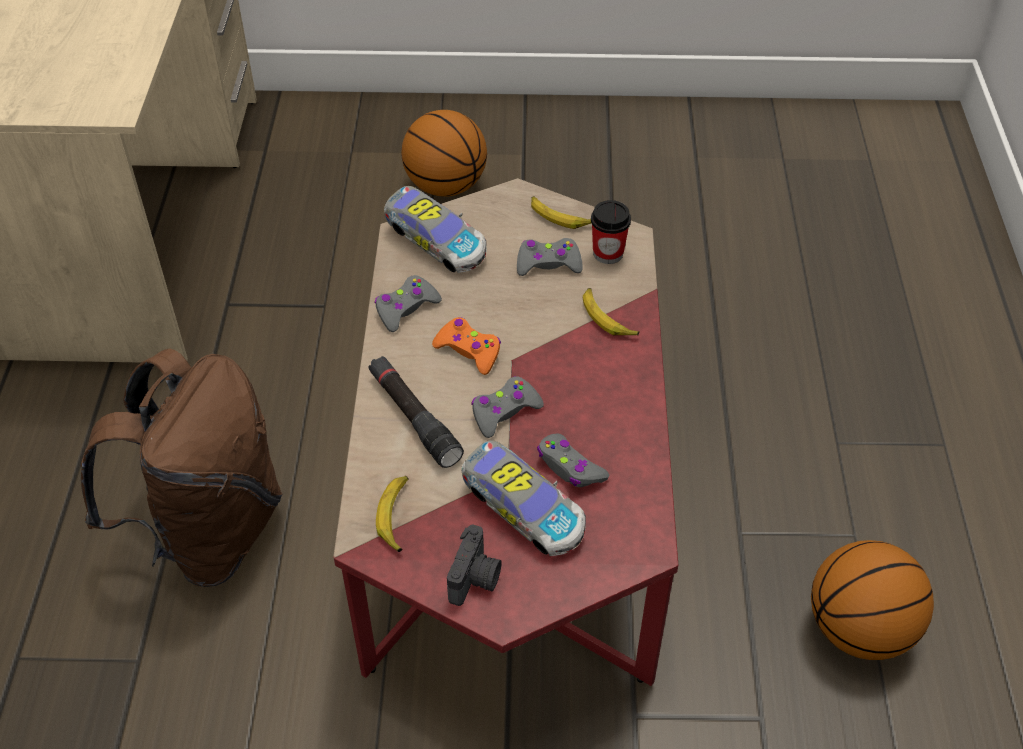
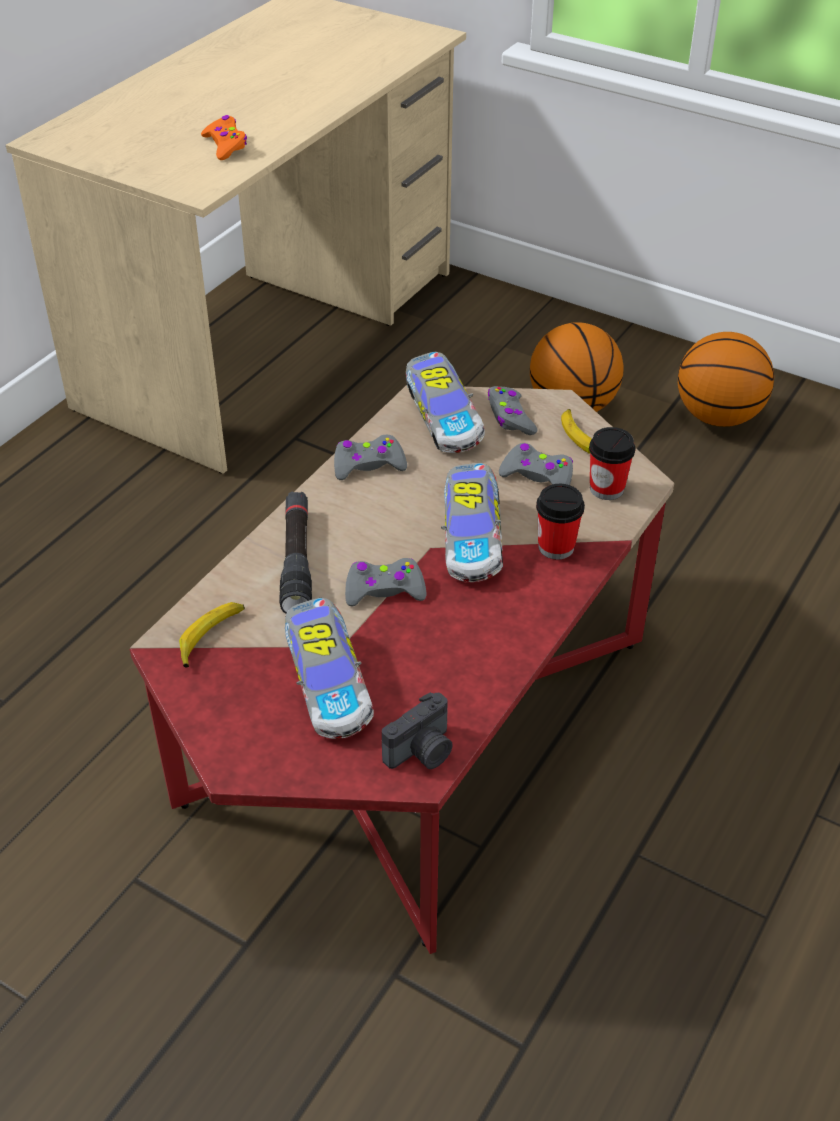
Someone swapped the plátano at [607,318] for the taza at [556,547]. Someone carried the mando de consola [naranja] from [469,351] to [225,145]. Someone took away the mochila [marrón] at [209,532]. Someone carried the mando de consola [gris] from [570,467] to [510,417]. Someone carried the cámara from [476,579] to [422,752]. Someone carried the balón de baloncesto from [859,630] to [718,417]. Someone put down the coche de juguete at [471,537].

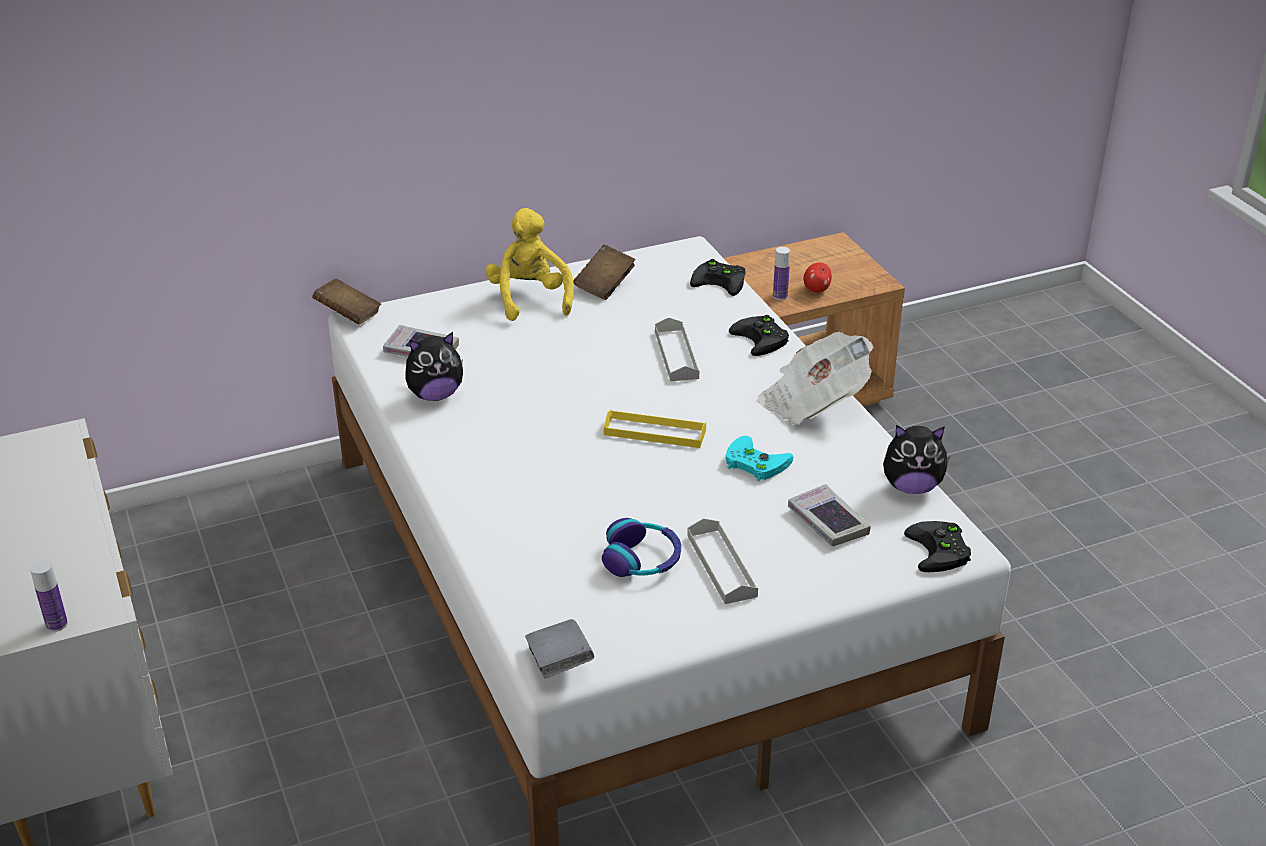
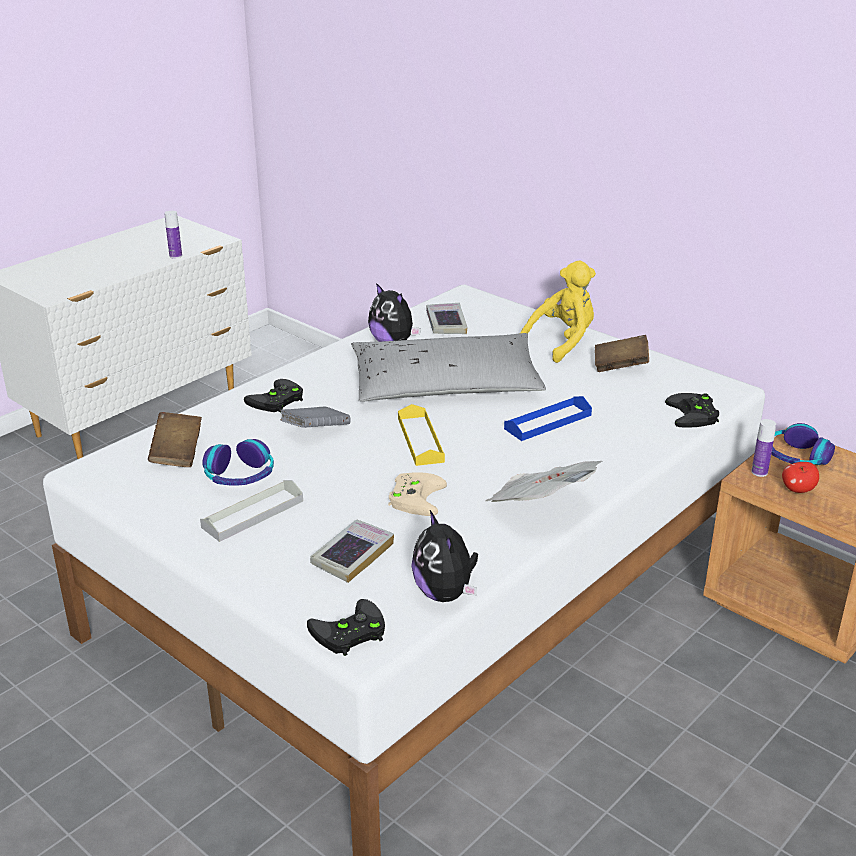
Someone carried the libro [marrón] from [348,315] to [177,453]. Someone carried the mando de consola [negro] from [763,339] to [276,401]. Someone repainted the bandeja [gris] at [676,354], which became the bandeja [azul] at [548,422]. Someone repainted the mando de consola [turquesa] at [753,462], which became the mando de consola [beis] at [415,496]. Someone carried the botella from [56,624] to [175,256]. Someone carried the libro [gris] from [559,663] to [315,431]. Someone put down the cojín [gris] at [446,386]. Someone put down the auriculares at [795,456].

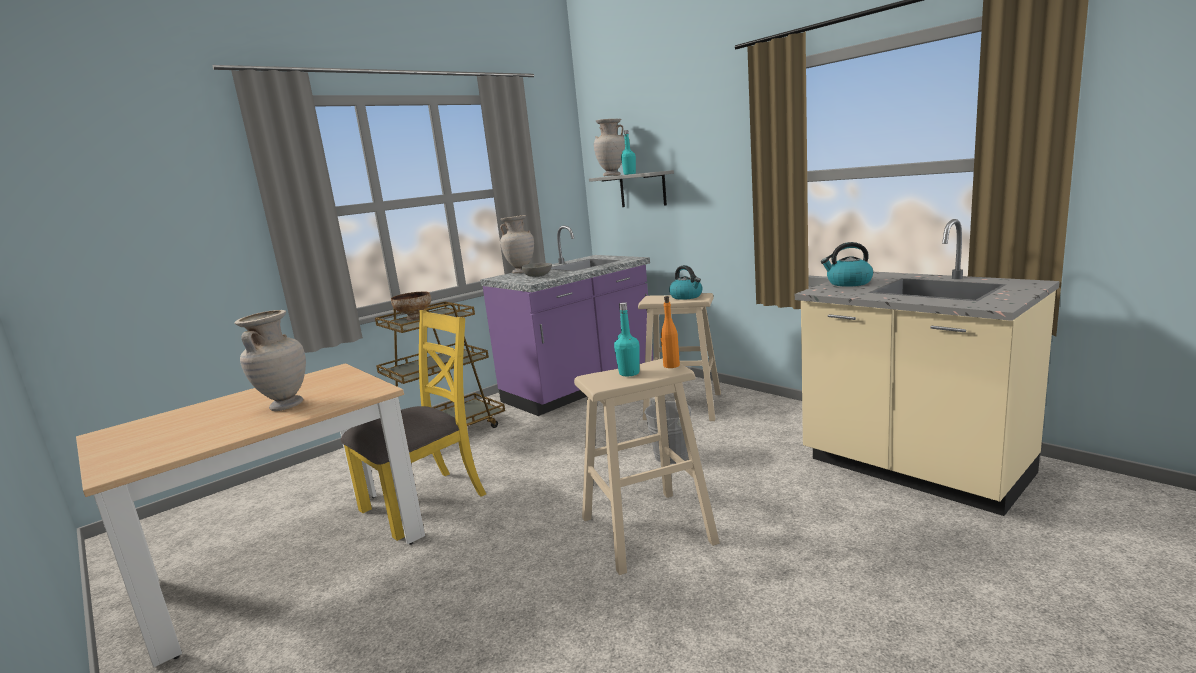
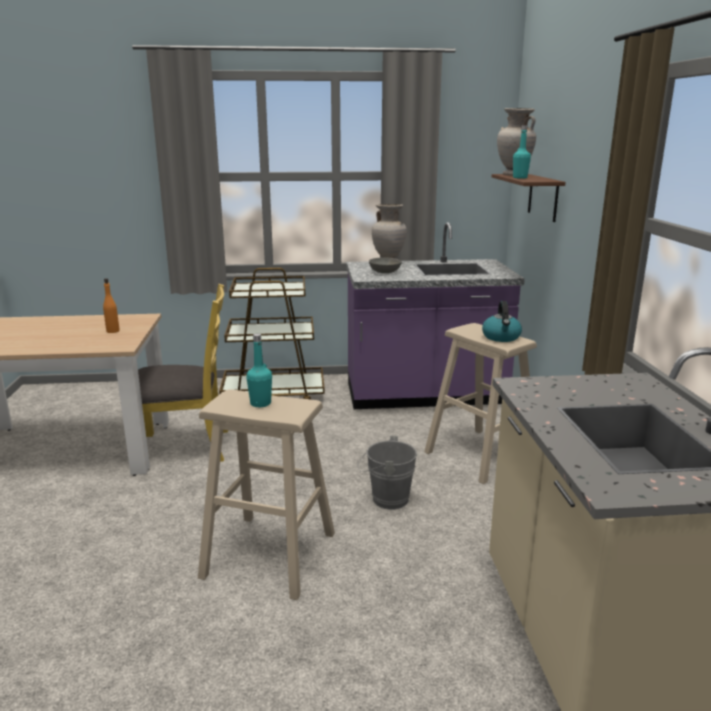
Someone repainted the estante [gris] at [642,189], which became the estante [marrón] at [543,197]. Someone took away the hervidor at [848,283]. Someone took away the cuenco at [415,318]. Someone carried the botella [naranja] from [671,365] to [113,331]. Someone took away the florero [beis] at [285,406].

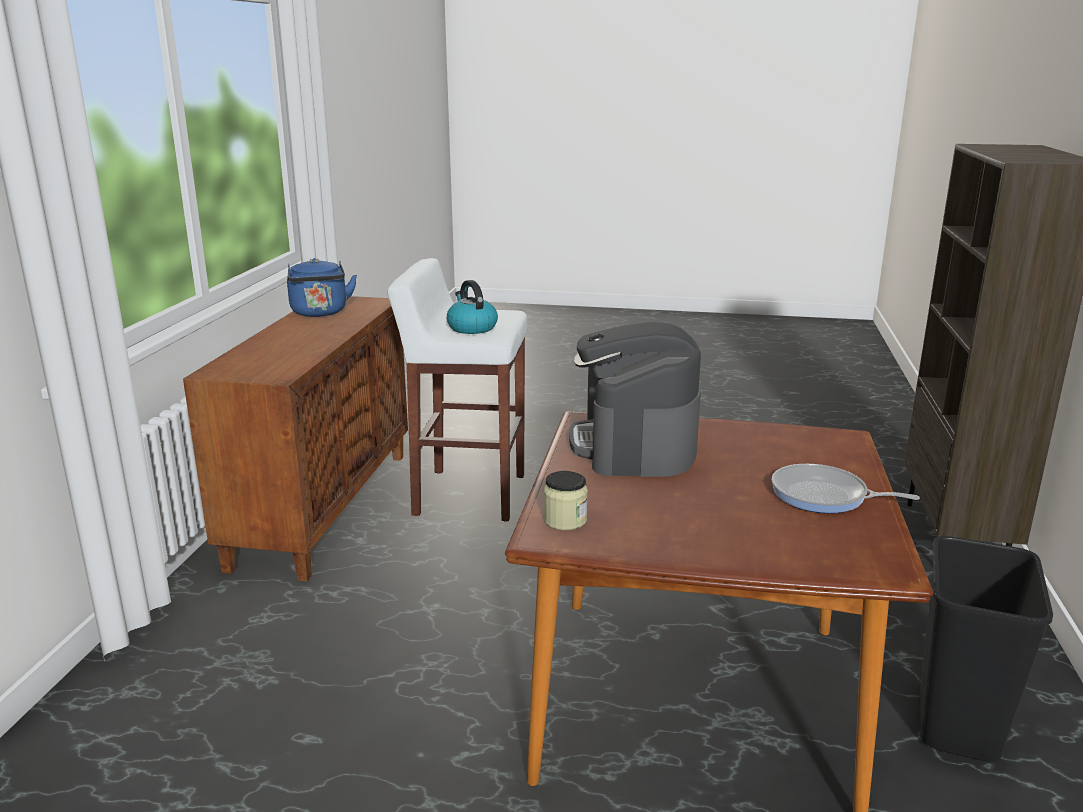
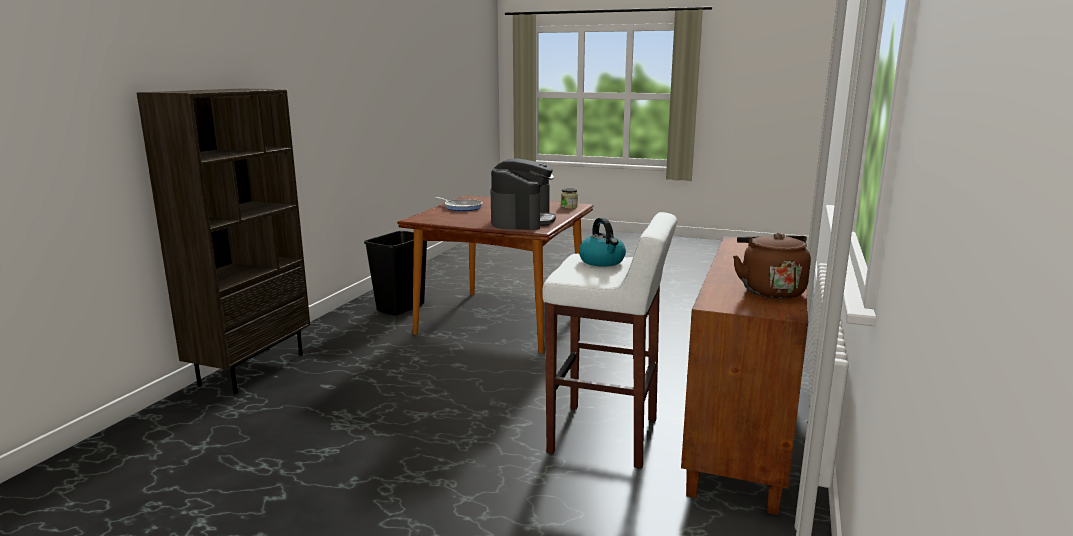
Someone repainted the hervidor [azul] at [320,313], which became the hervidor [marrón] at [770,291].

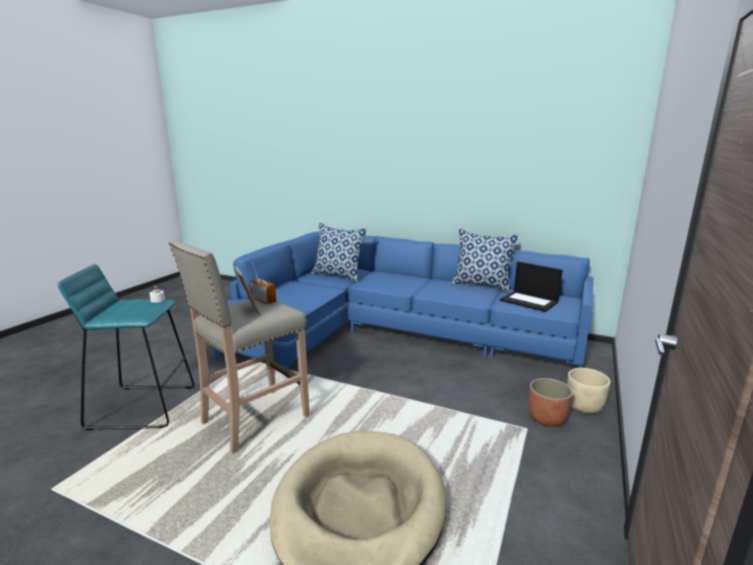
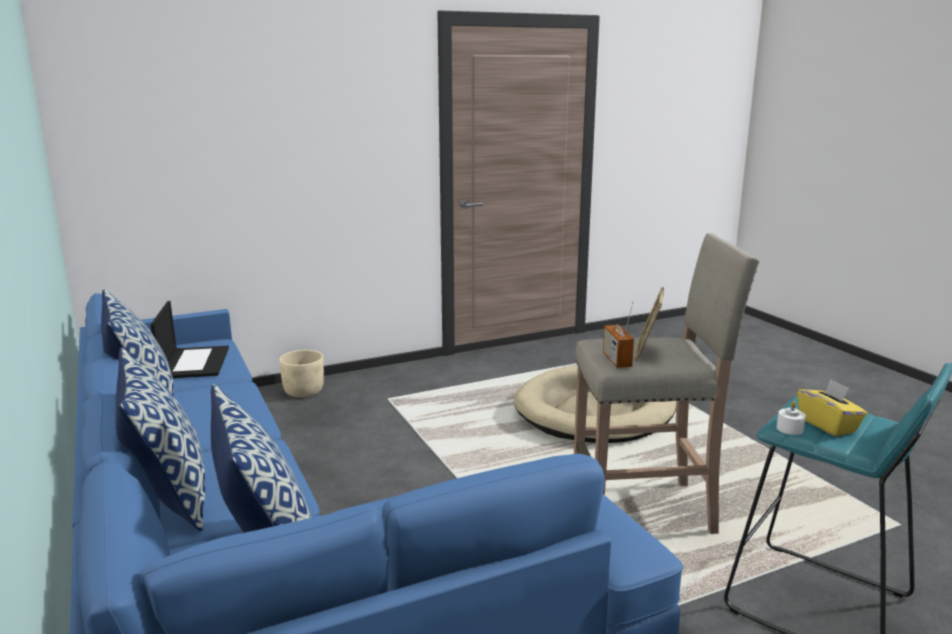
Someone took away the maceta at [547,418]. Someone put down the cojín at [169,497]. Someone put down the caja de pañuelos [amarillo] at [828,425].

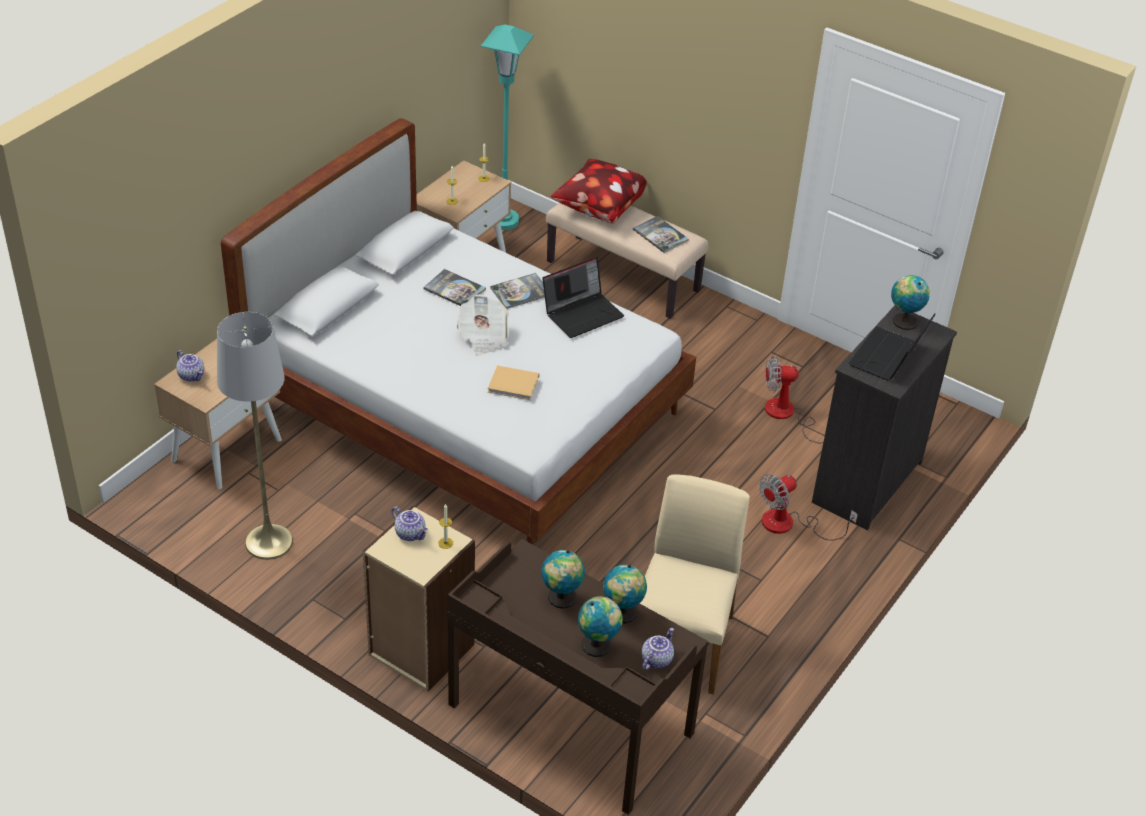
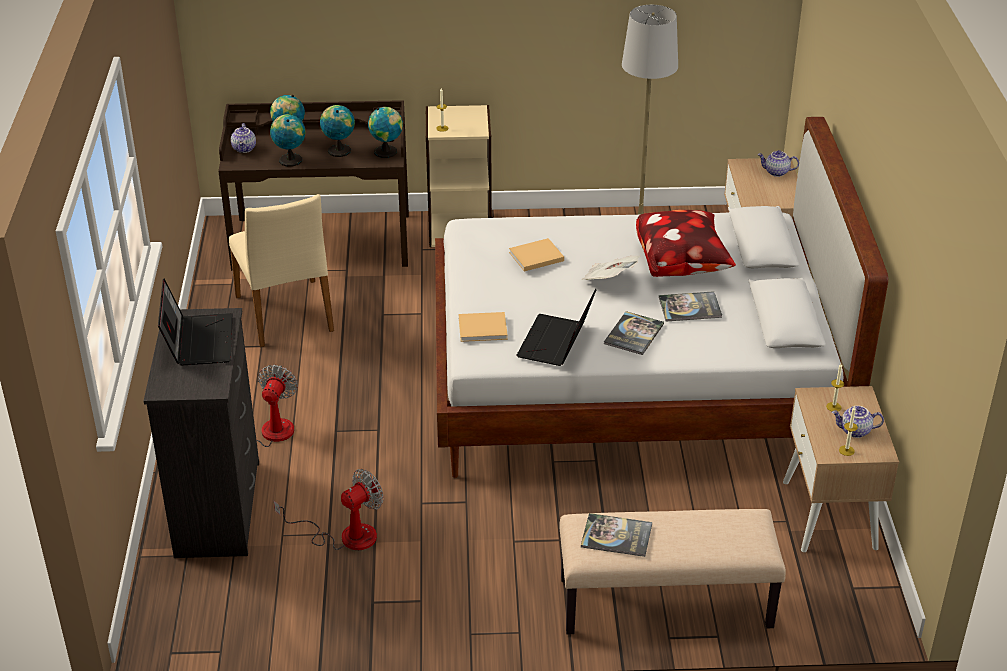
Someone took away the lámpara de pie [turquesa] at [504,221]. Someone carried the cojín from [597,208] to [682,264]. Someone carried the globo terráqueo from [903,321] to [387,152]. Someone carried the tetera from [411,533] to [855,431]. Someone put down the libro [beis] at [484,328].

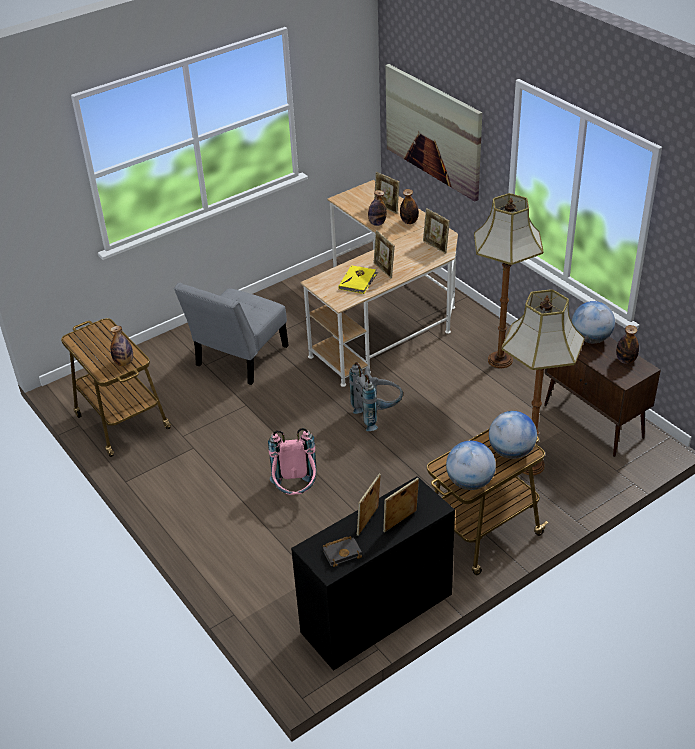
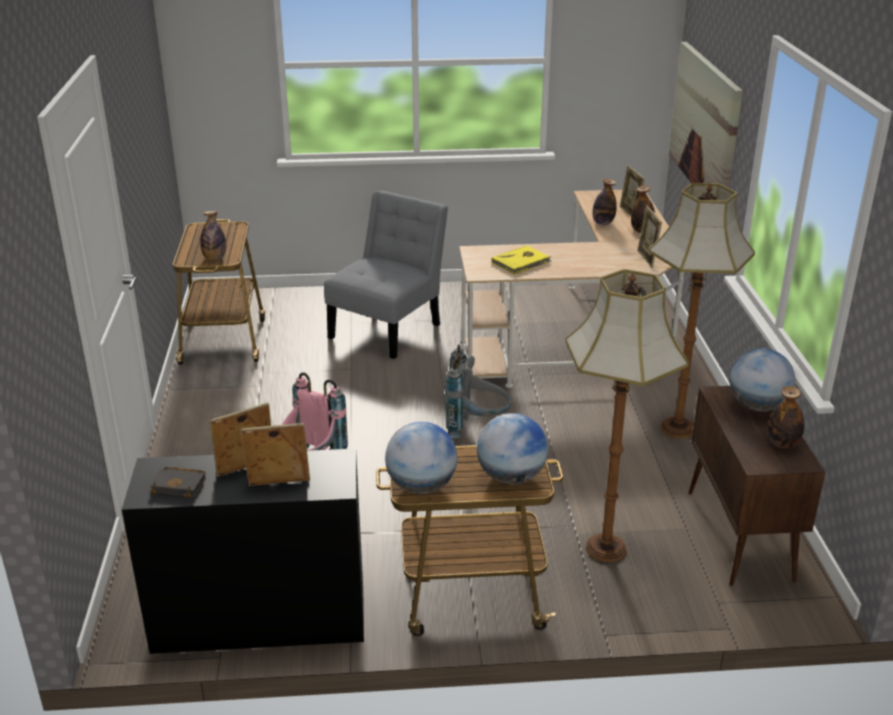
Someone took away the portarretratos at [384,270]. Someone rotated the silla [gris] at [239,359] by 150 degrees clockwise.

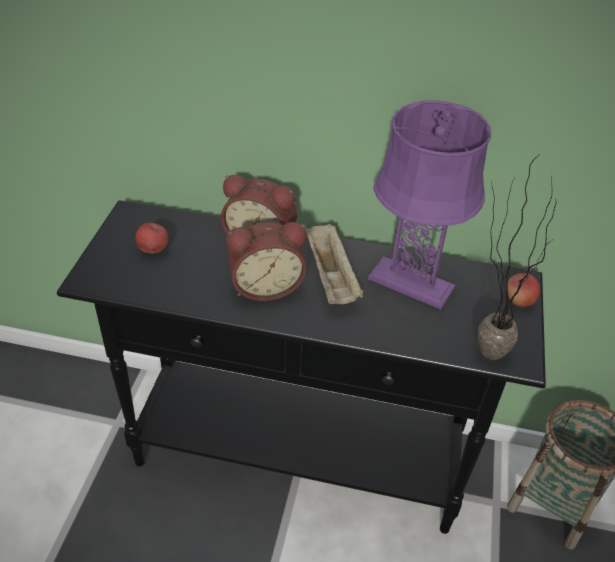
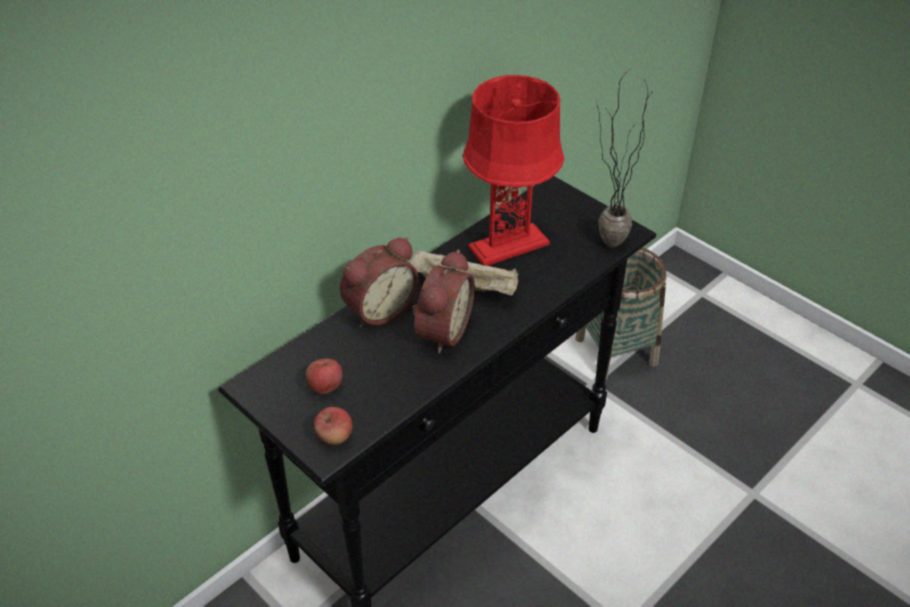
Someone repainted the lámpara de mesa [morado] at [411,283], which became the lámpara de mesa [rojo] at [509,245]. Someone carried the manzana from [518,301] to [335,437].

